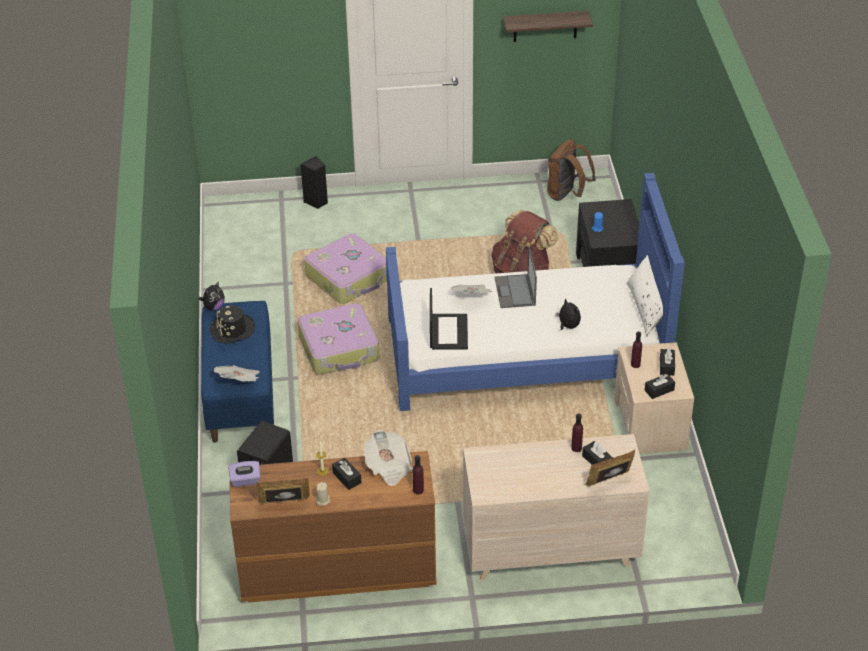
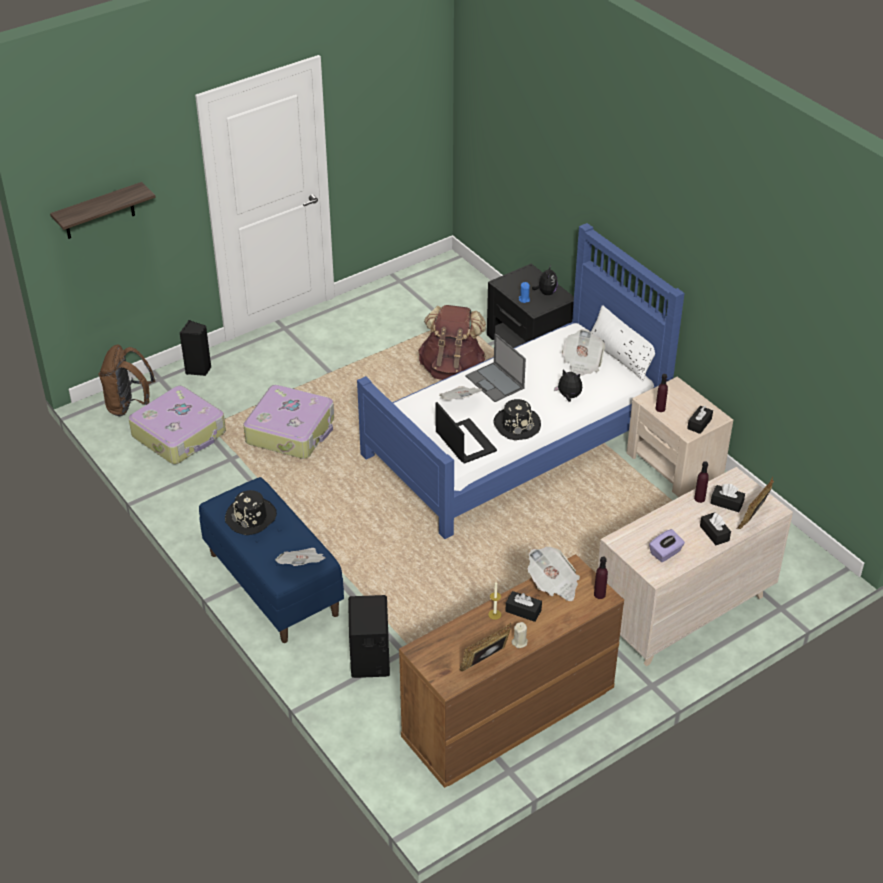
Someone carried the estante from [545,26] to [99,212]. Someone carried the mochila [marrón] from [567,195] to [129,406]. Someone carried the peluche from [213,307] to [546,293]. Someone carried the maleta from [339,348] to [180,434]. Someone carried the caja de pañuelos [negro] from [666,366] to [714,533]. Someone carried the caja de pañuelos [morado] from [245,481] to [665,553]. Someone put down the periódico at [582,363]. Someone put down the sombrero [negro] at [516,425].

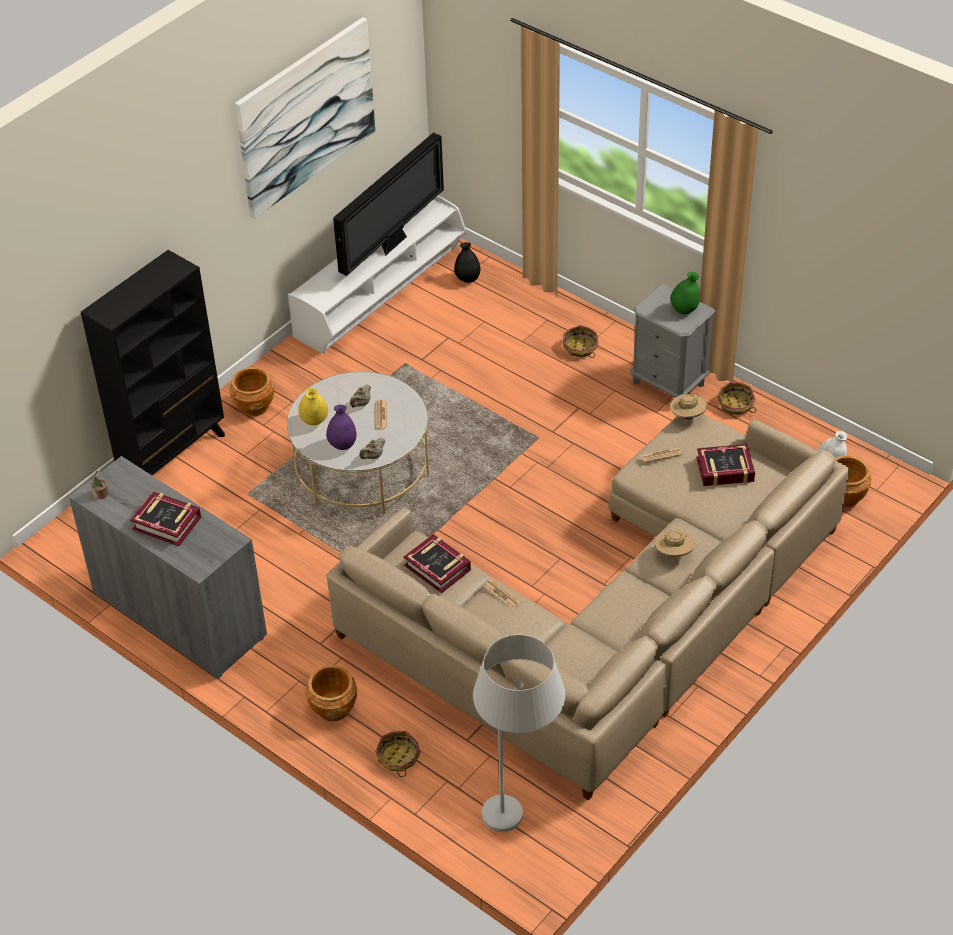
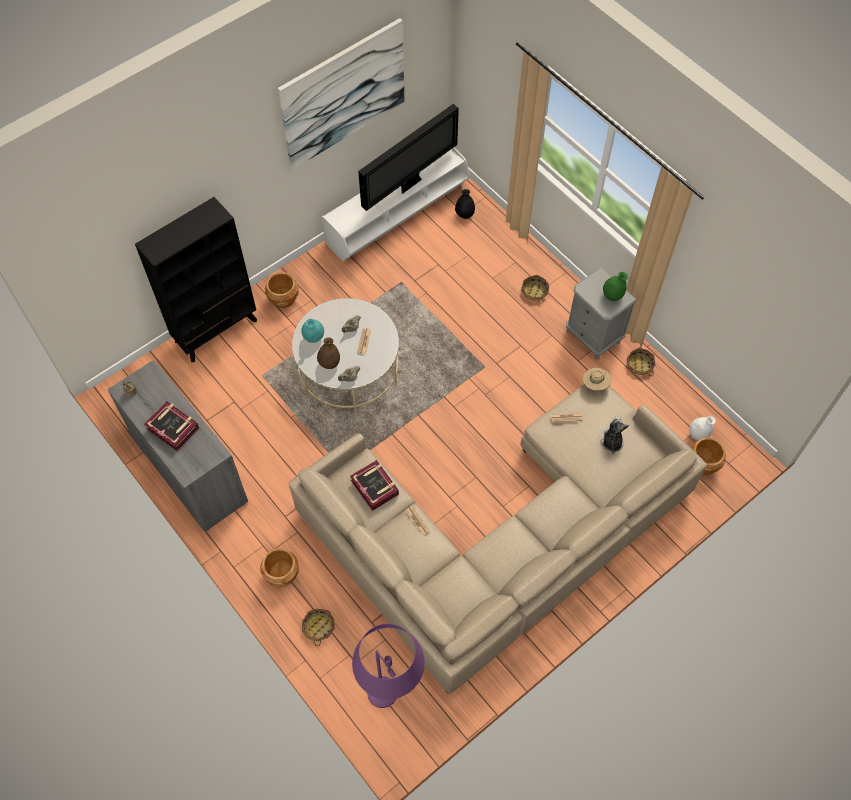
Someone repainted the florero [amarillo] at [314,421], which became the florero [turquesa] at [313,337]. Someone repainted the florero [morado] at [342,444], which became the florero [marrón] at [329,363]. Someone swapped the libro at [725,470] for the peluche at [611,442]. Someone took away the sombrero [beis] at [673,553]. Someone repainted the lámpara de pie [blanco] at [520,826], which became the lámpara de pie [morado] at [393,705].

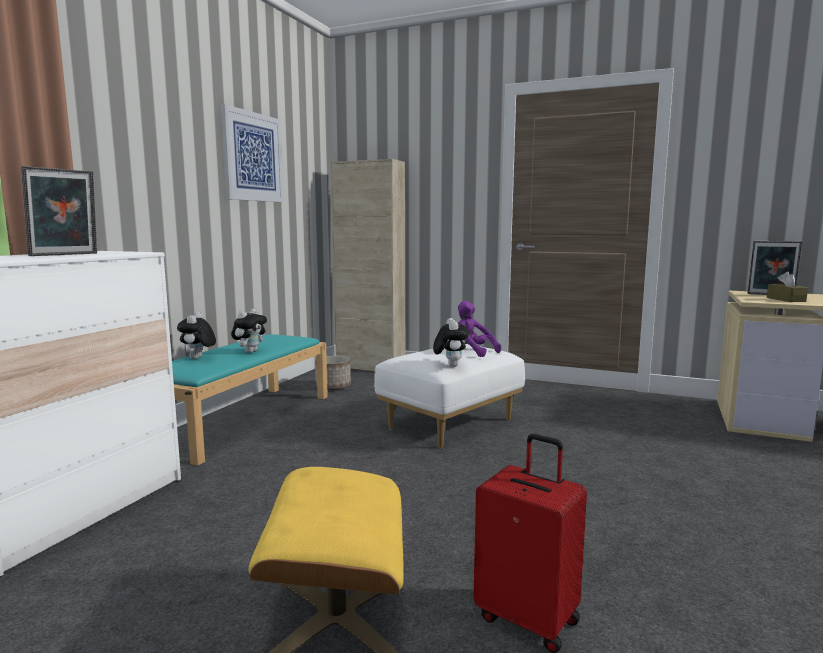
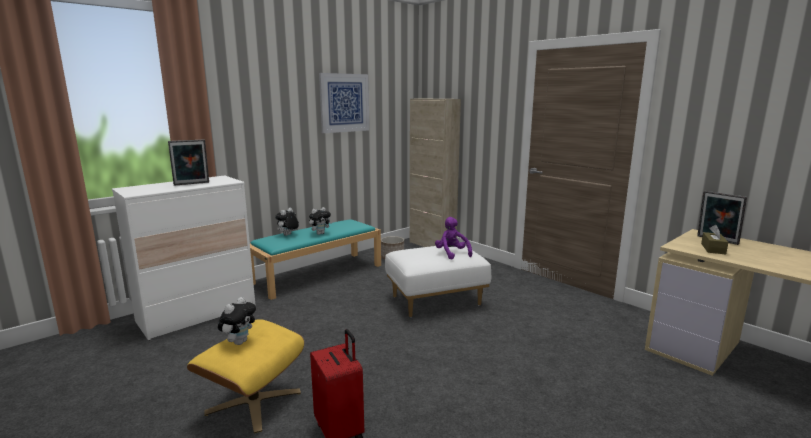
Someone carried the peluche from [450,365] to [239,342].

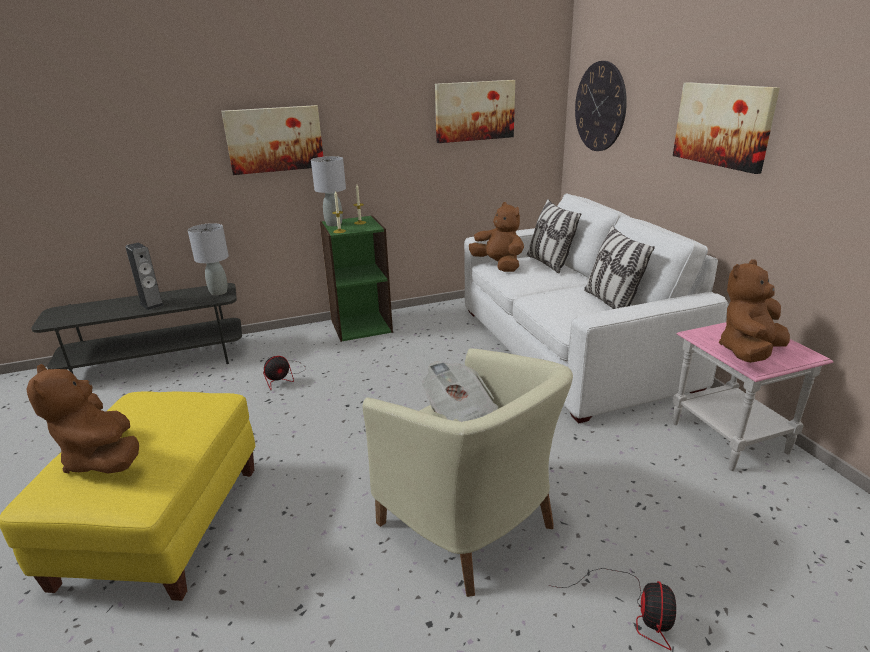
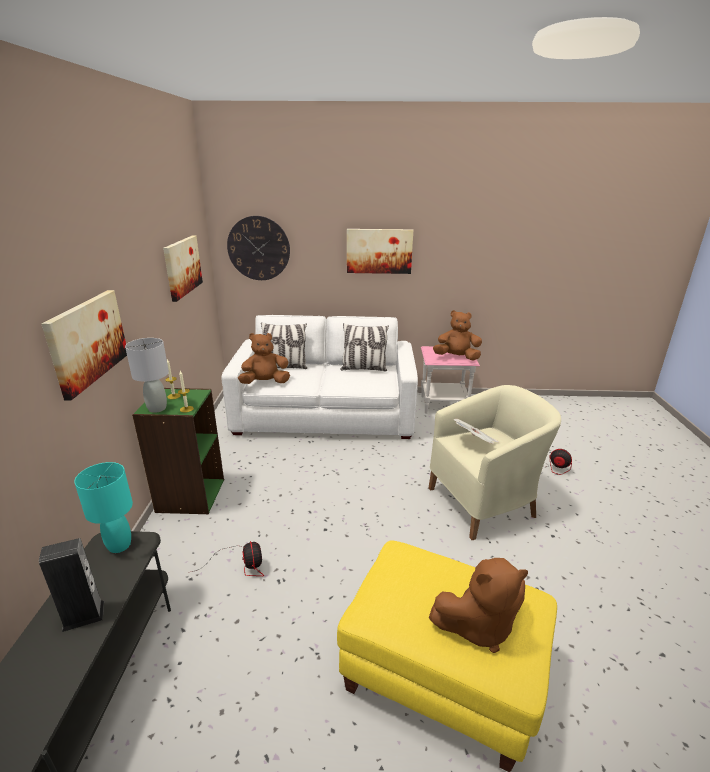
Someone repainted the lámpara de mesa [gris] at [218,292], which became the lámpara de mesa [turquesa] at [119,546]. Someone rotated the peluche [marrón] at [748,352] by 120 degrees clockwise.

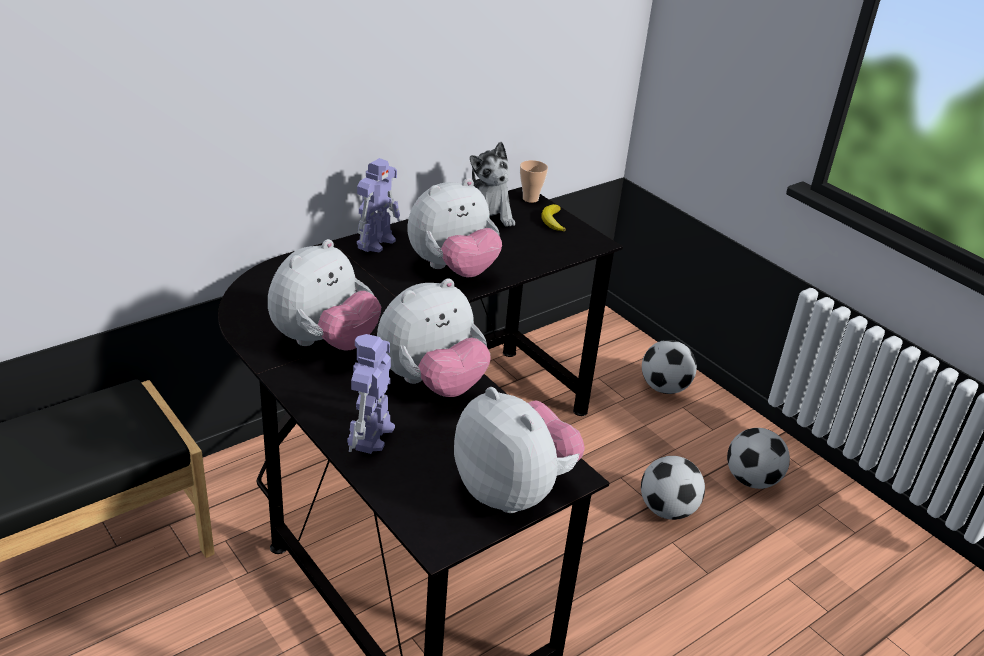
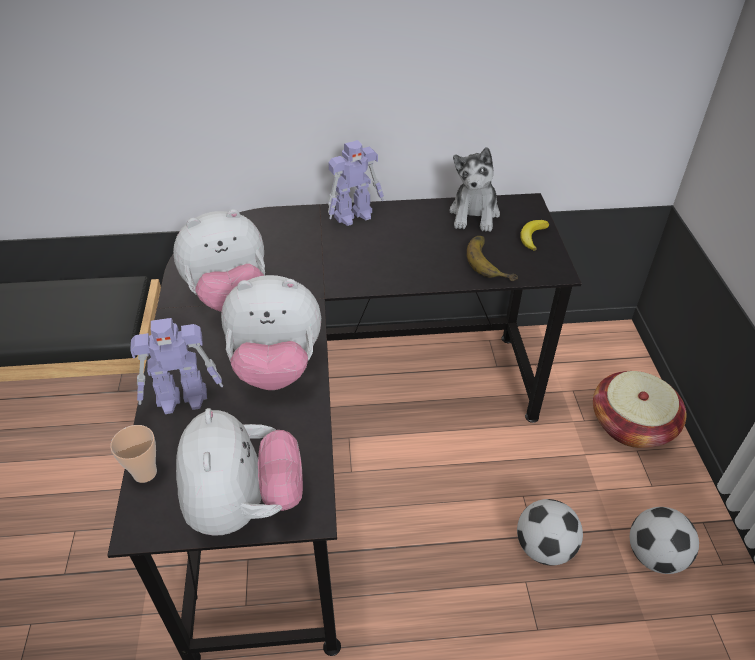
Someone carried the taza from [530,199] to [145,473]. Someone took away the peluche at [453,269]. Someone rotated the robot de juguete at [370,435] by 150 degrees counterclockwise. Someone swapped the balón de fútbol at [664,388] for the cesta at [631,424]. Someone put down the plátano at [492,261].

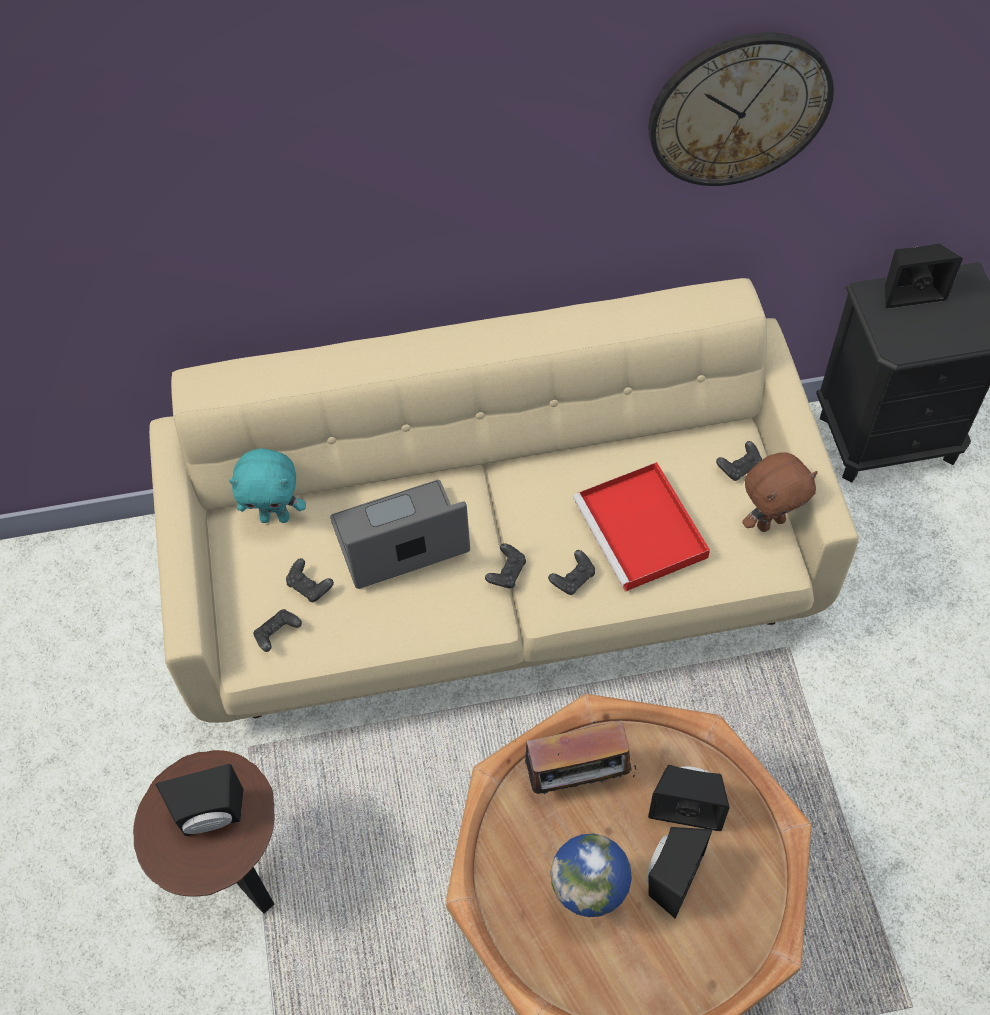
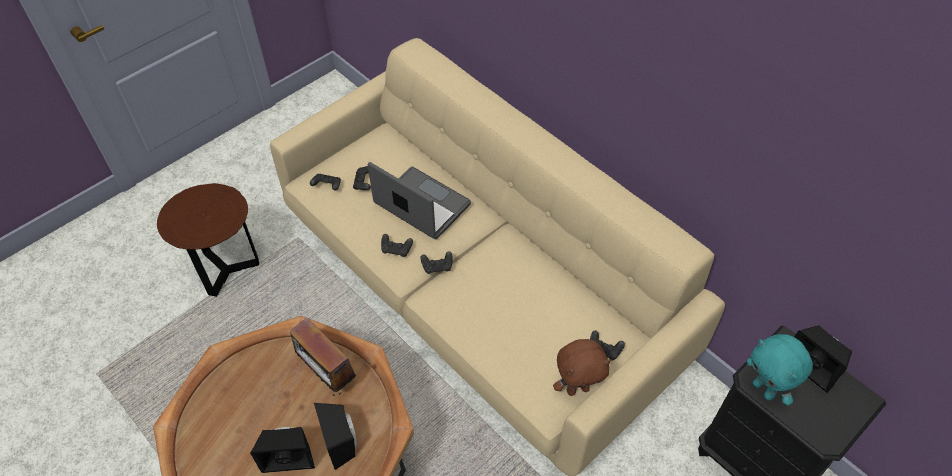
Someone took away the reloj de pared at [739,109]. Someone carried the peluche [turquesa] from [275,517] to [764,389]. Someone rotated the peluche [marrón] at [770,522] by 45 degrees counterclockwise. Someone took away the bandeja [rojo] at [642,531]. Someone carried the mando de consola [negro] from [573,579] to [396,249]. Someone took away the altavoz [negro] at [211,819]. Someone took away the globo terráqueo at [590,897].

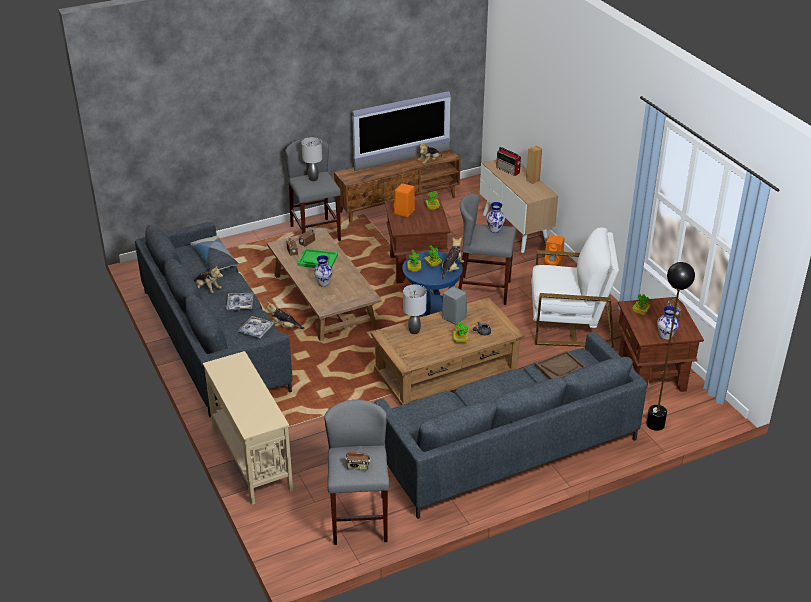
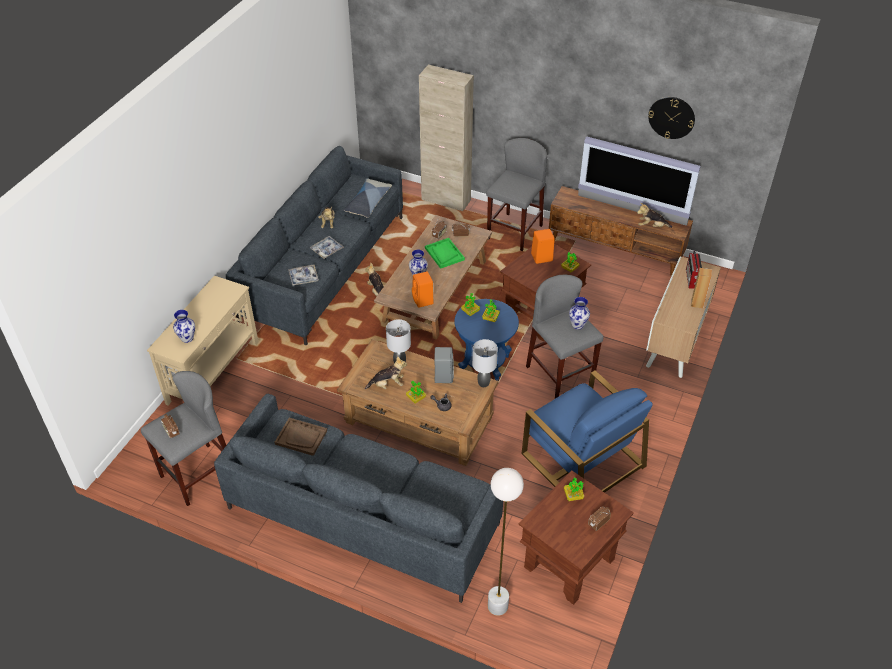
Someone carried the lámpara de mesa [gris] from [313,179] to [483,383]. Someone repainted the sillón [blanco] at [570,322], which became the sillón [azul] at [582,459]. Someone carried the altavoz [naranja] from [554,262] to [423,301]. Someone carried the peluche from [451,269] to [387,385]. Someone repainted the lámpara de pie [negro] at [655,424], which became the lámpara de pie [blanco] at [497,606]. Someone carried the florero from [665,336] to [187,338]. Someone carried the bandeja [marrón] from [560,368] to [301,437]. Someone put down the armario [beis] at [446,200]. Someone put up the reloj de pared at [671,117].

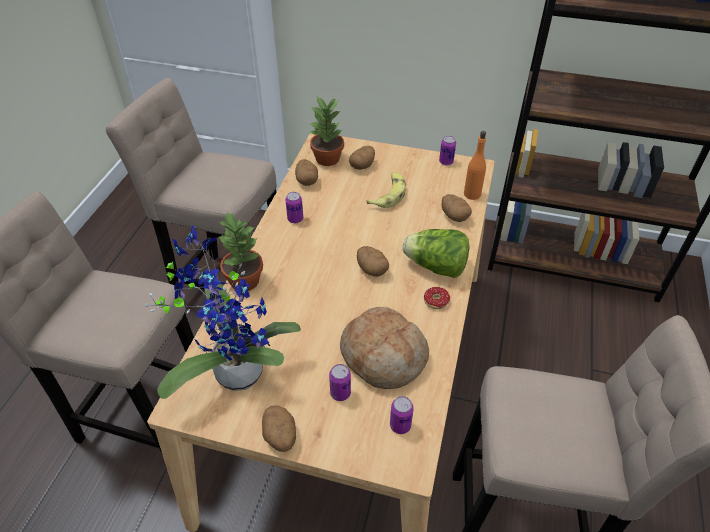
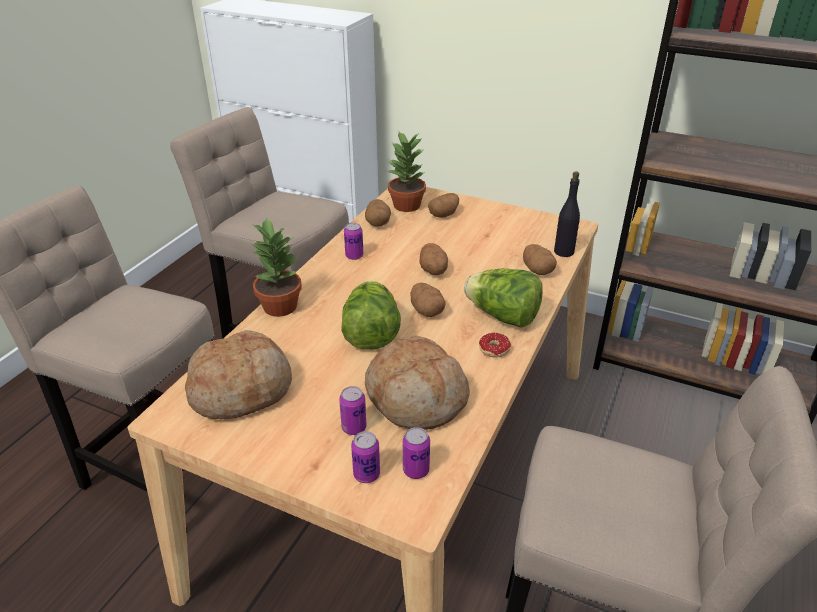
Someone repainted the botella [naranja] at [472,194], which became the botella [negro] at [563,251]. Someone carried the lata from [446,162] to [366,474]. Someone took away the plátano at [388,194]. Someone swapped the planta en maceta at [235,369] for the pan at [241,388]. Someone carried the patata from [280,437] to [433,271]. Someone put down the lechuga at [370,333].

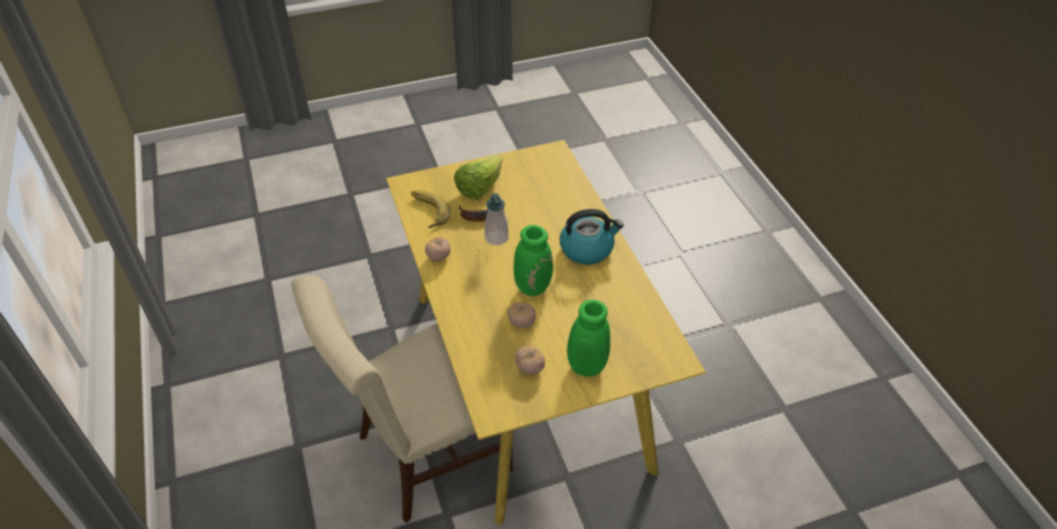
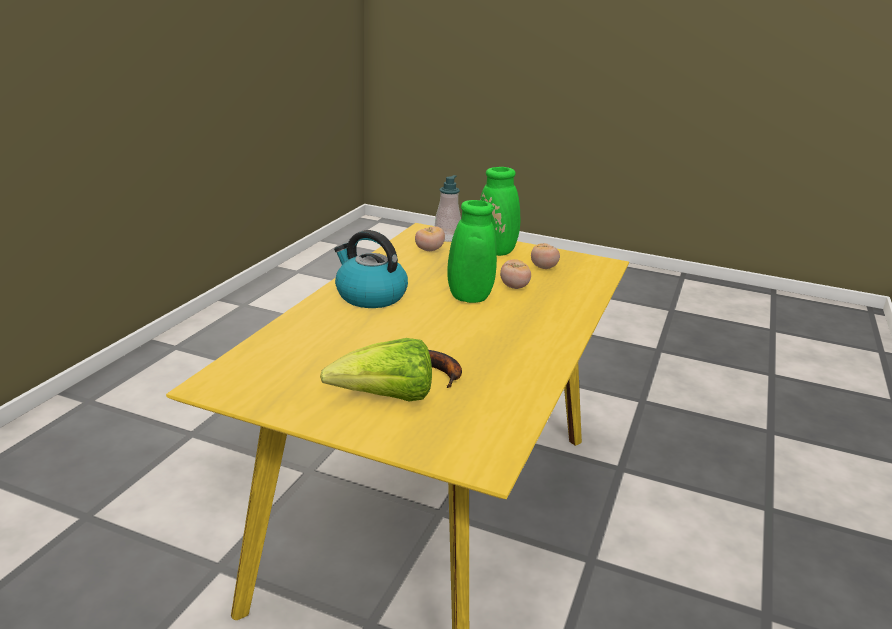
Someone took away the plátano at [427,212]. Someone carried the dispensador de jabón from [496,238] to [447,238]. Someone carried the tomate from [438,257] to [429,250]. Someone took away the silla [beis] at [424,456].

